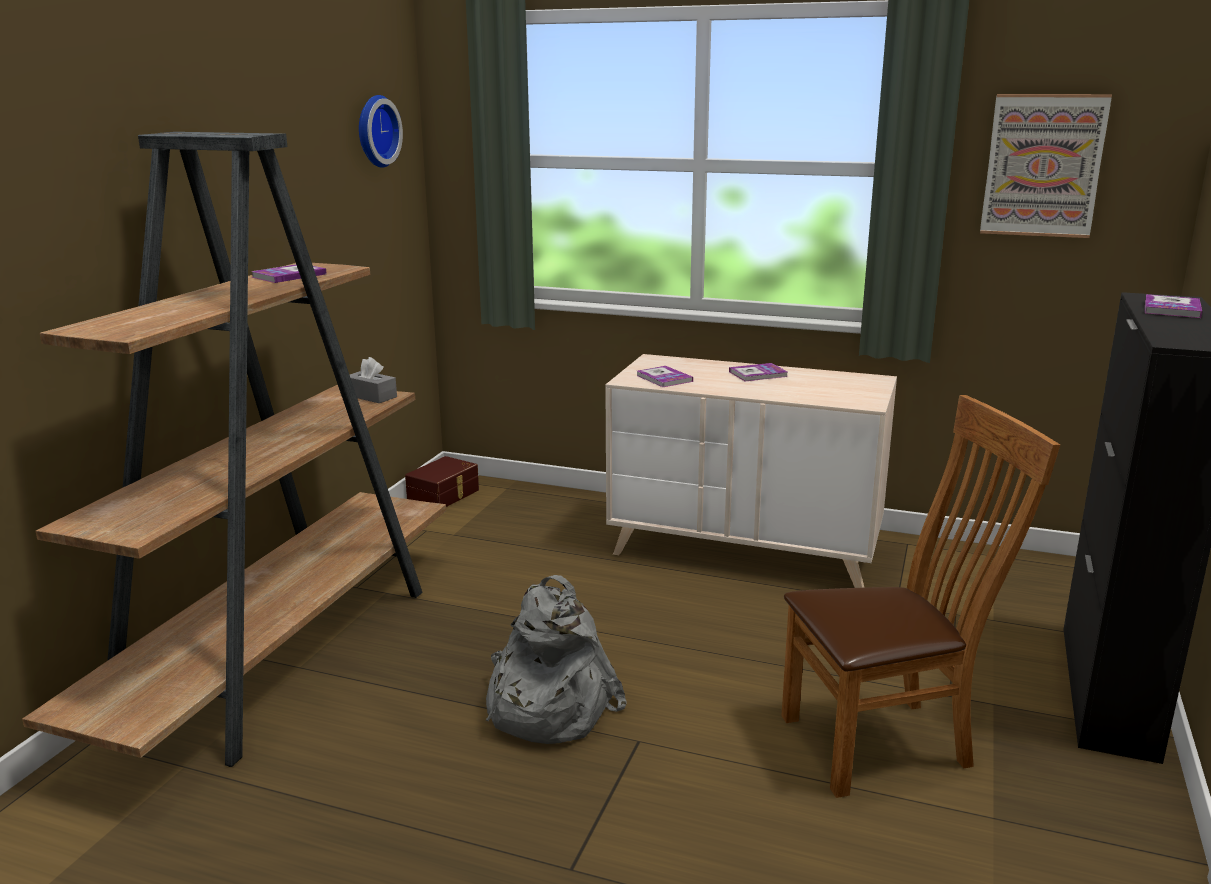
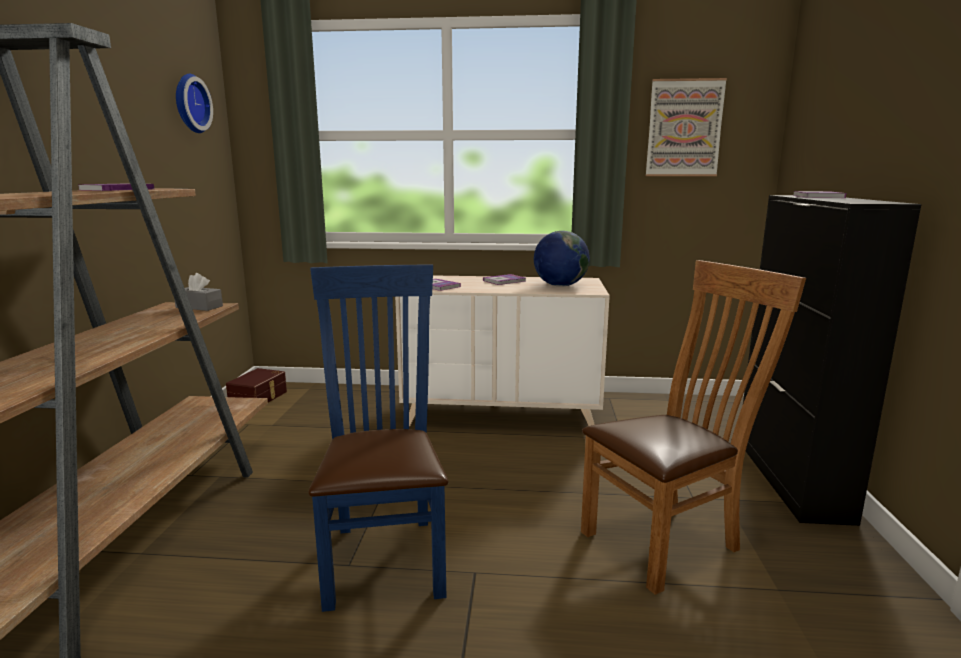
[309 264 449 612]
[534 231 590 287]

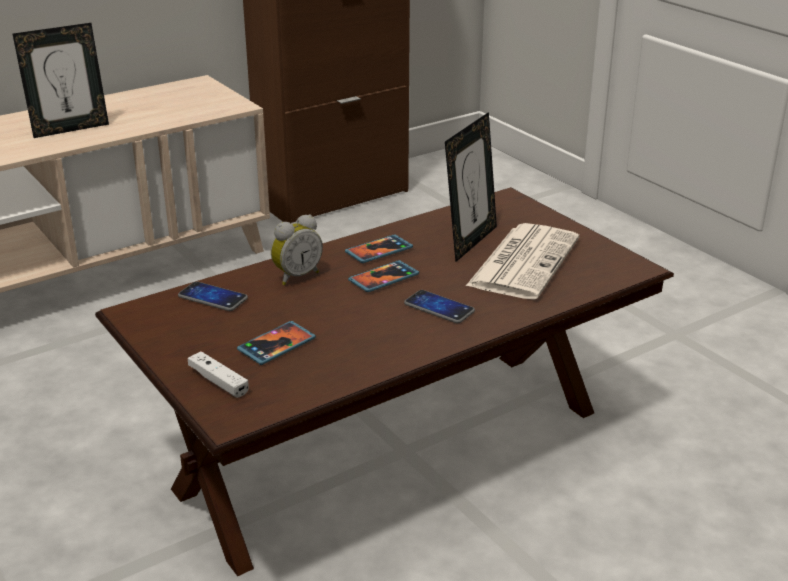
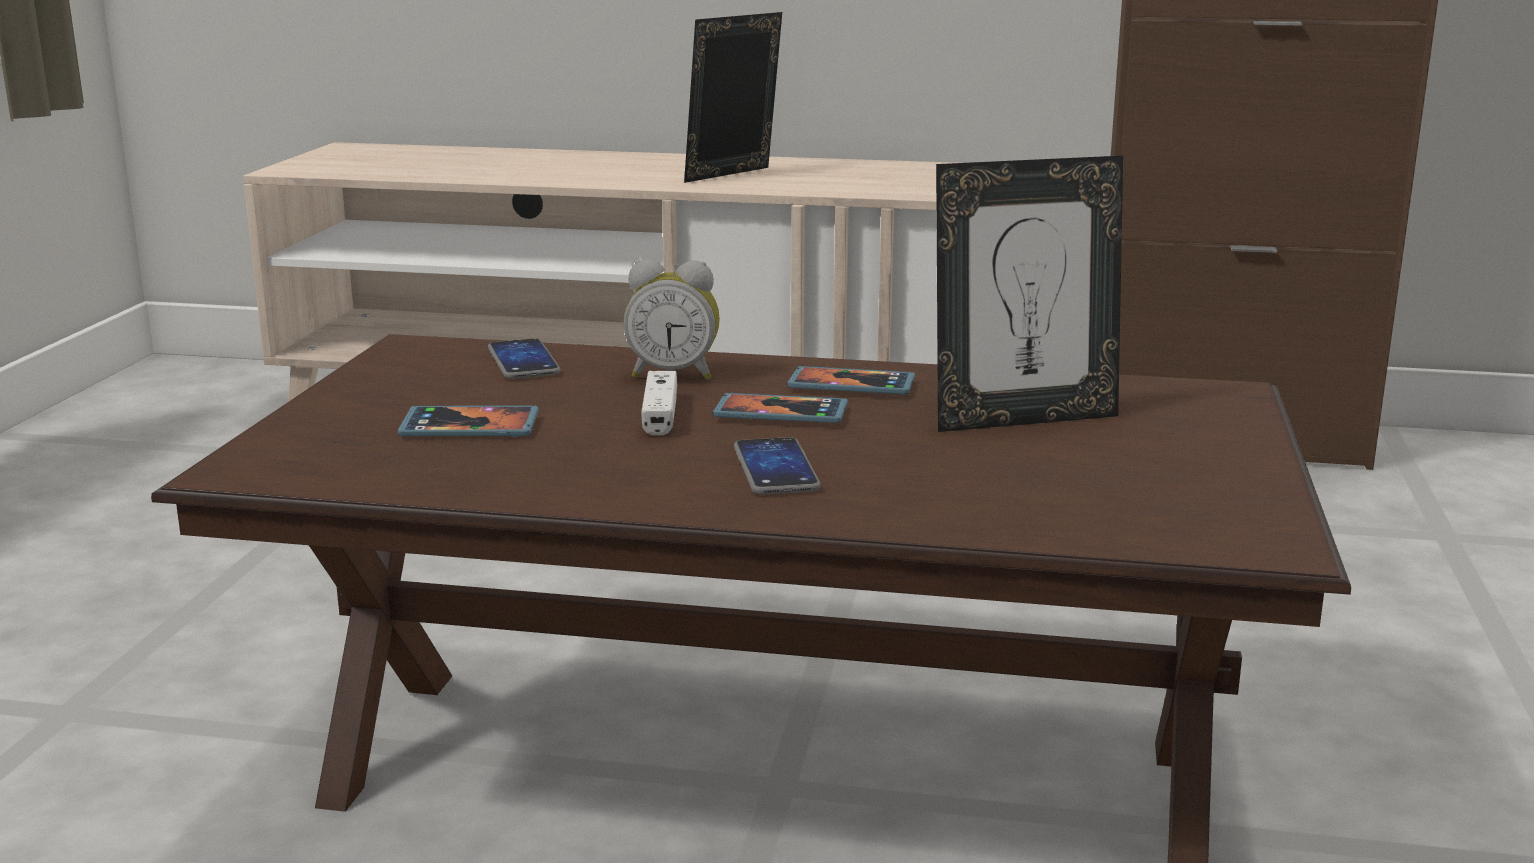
[641 371 677 435]
[684 12 782 183]
[466 223 579 300] (first image)

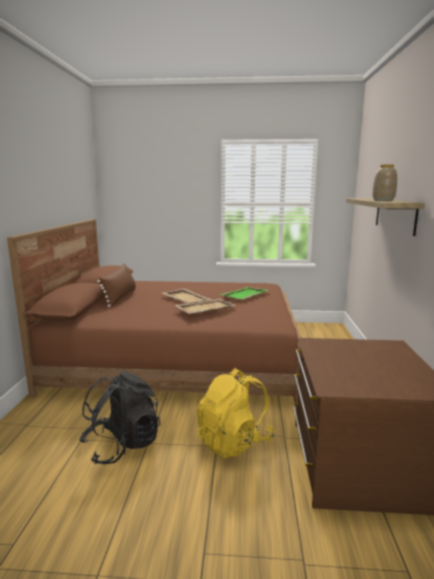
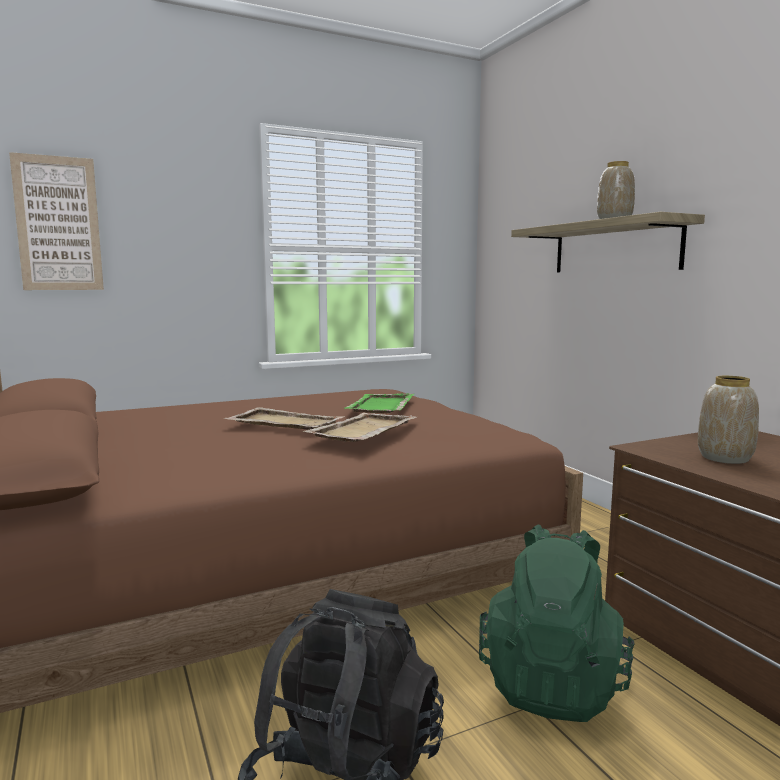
[9 152 104 290]
[479 525 635 722]
[698 376 759 464]
[97 263 136 307] (first image)

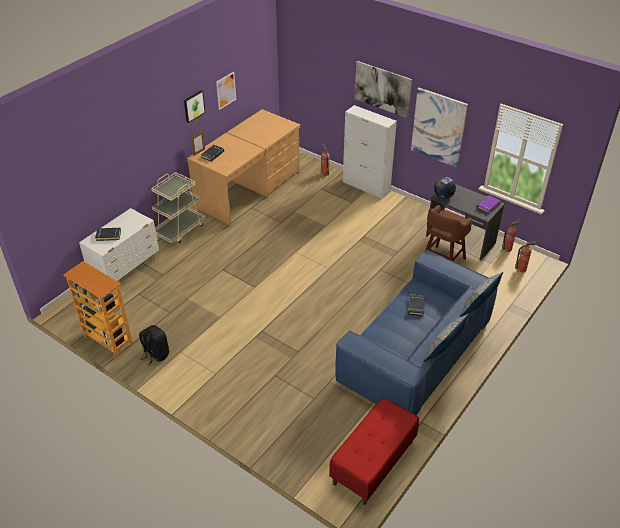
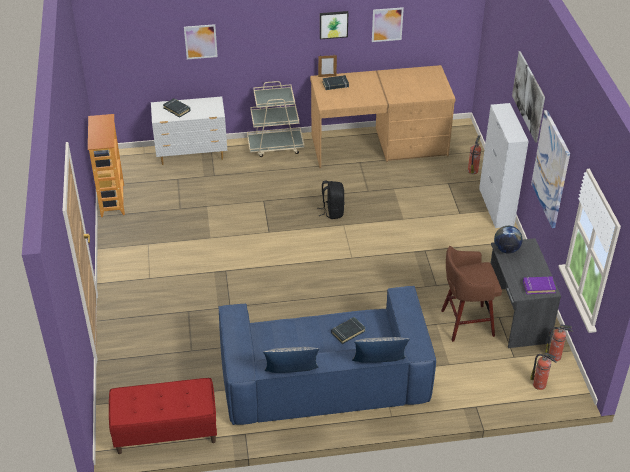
[184 24 218 59]
[318 181 344 219]

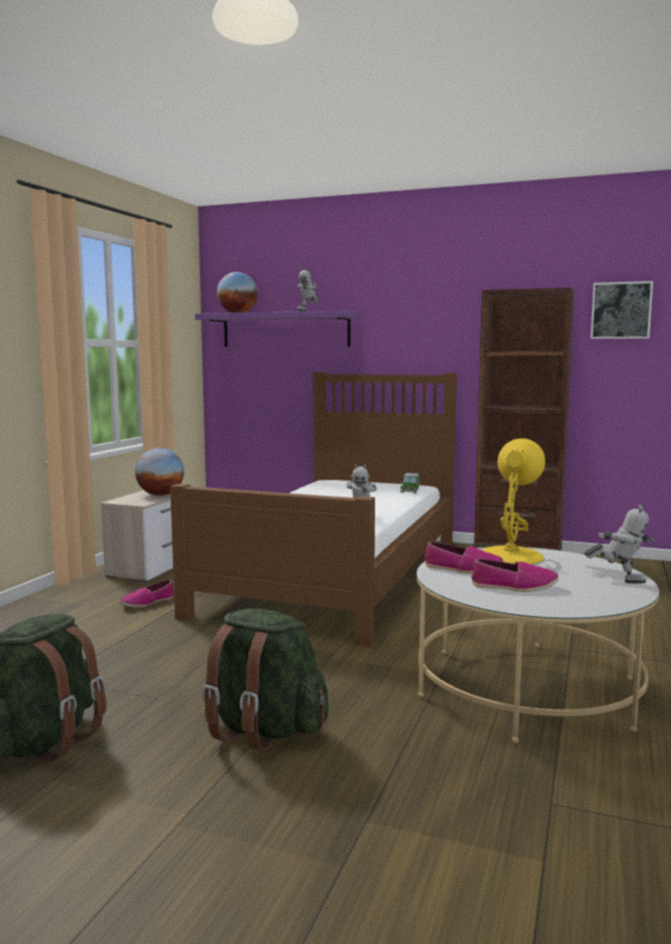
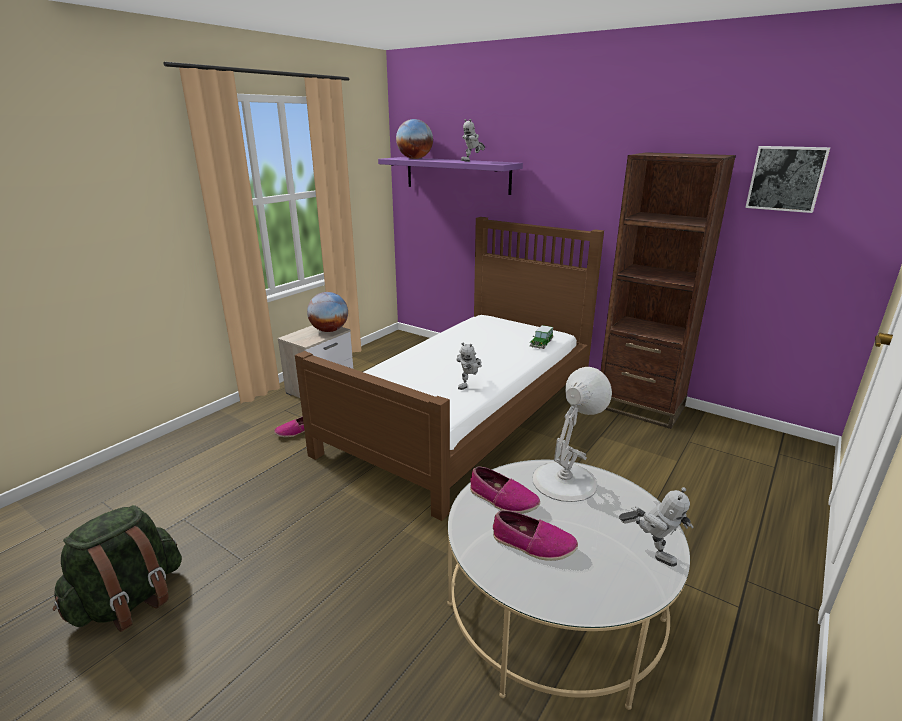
[532 367 612 502]
[202 609 329 751] (first image)

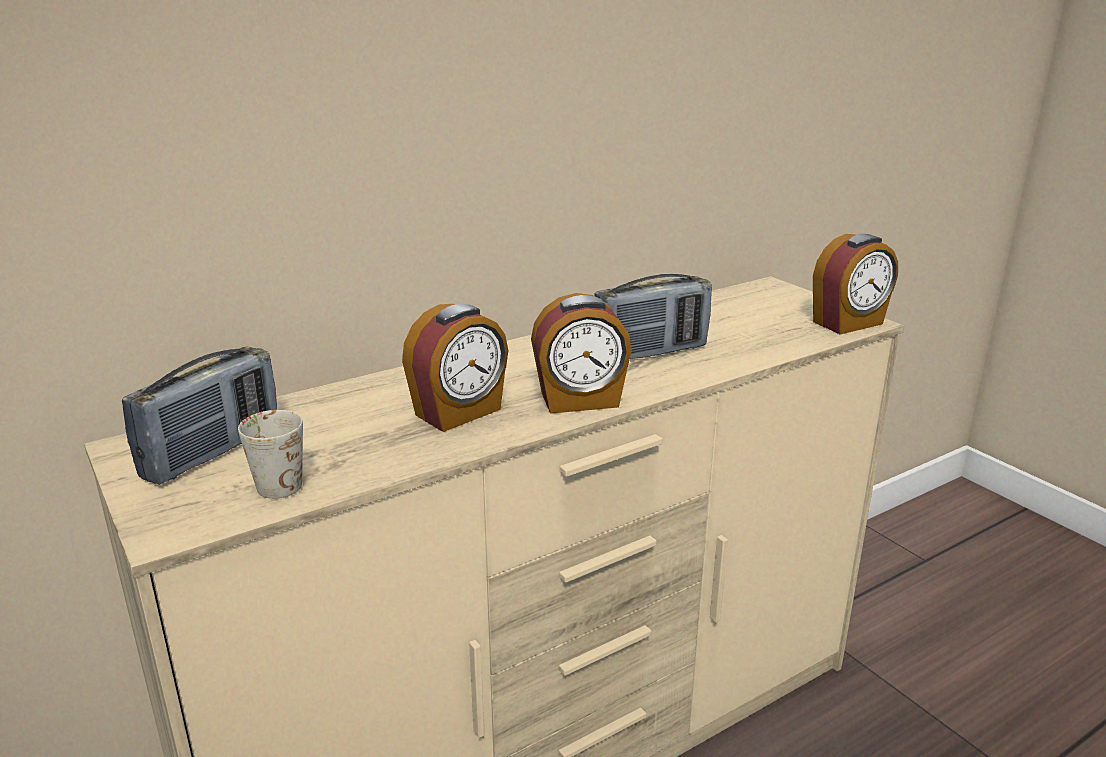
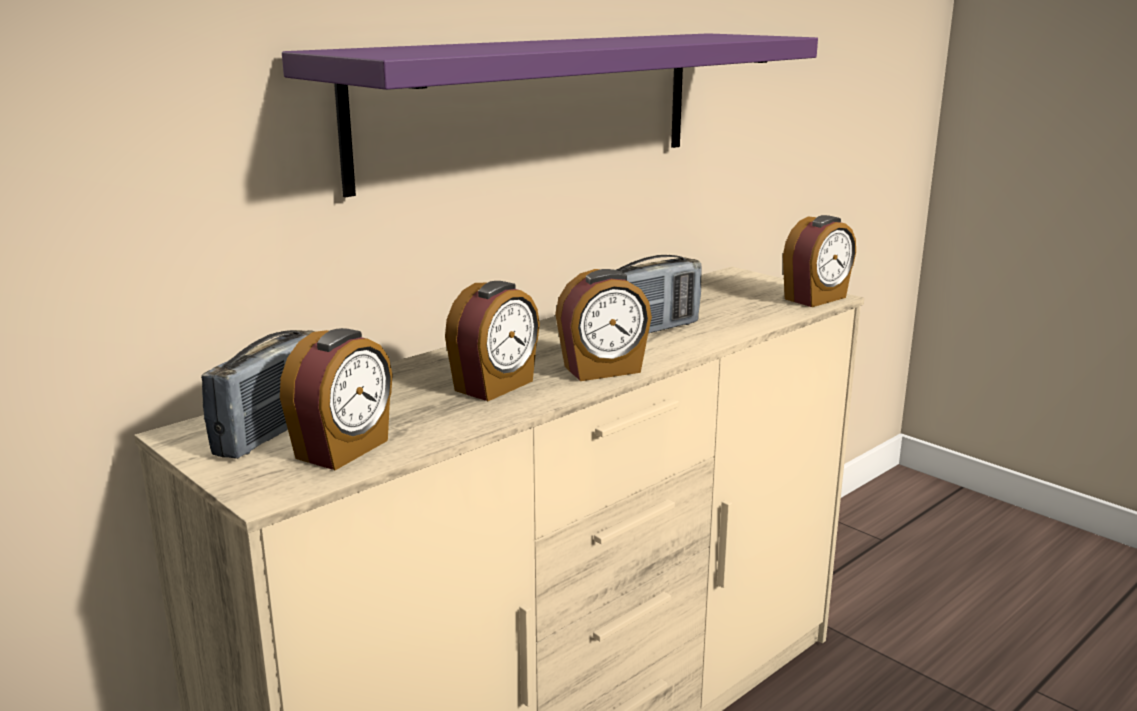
[280 328 393 470]
[282 33 818 197]

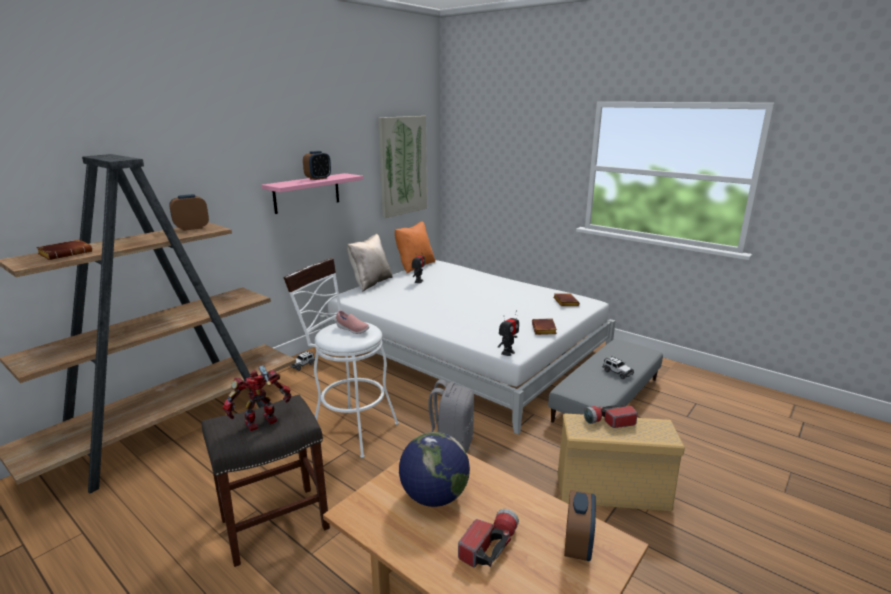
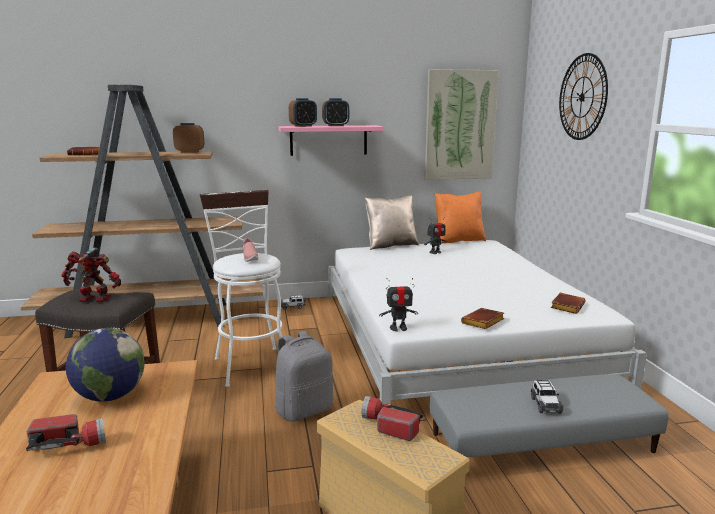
[289 98 317 127]
[559 53 608 140]

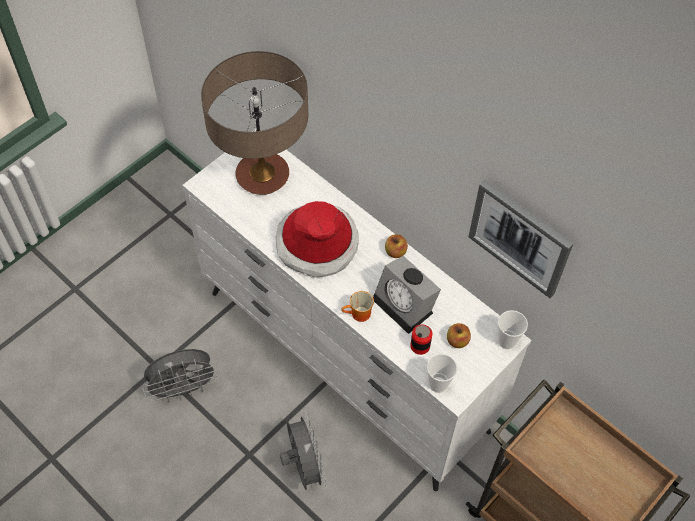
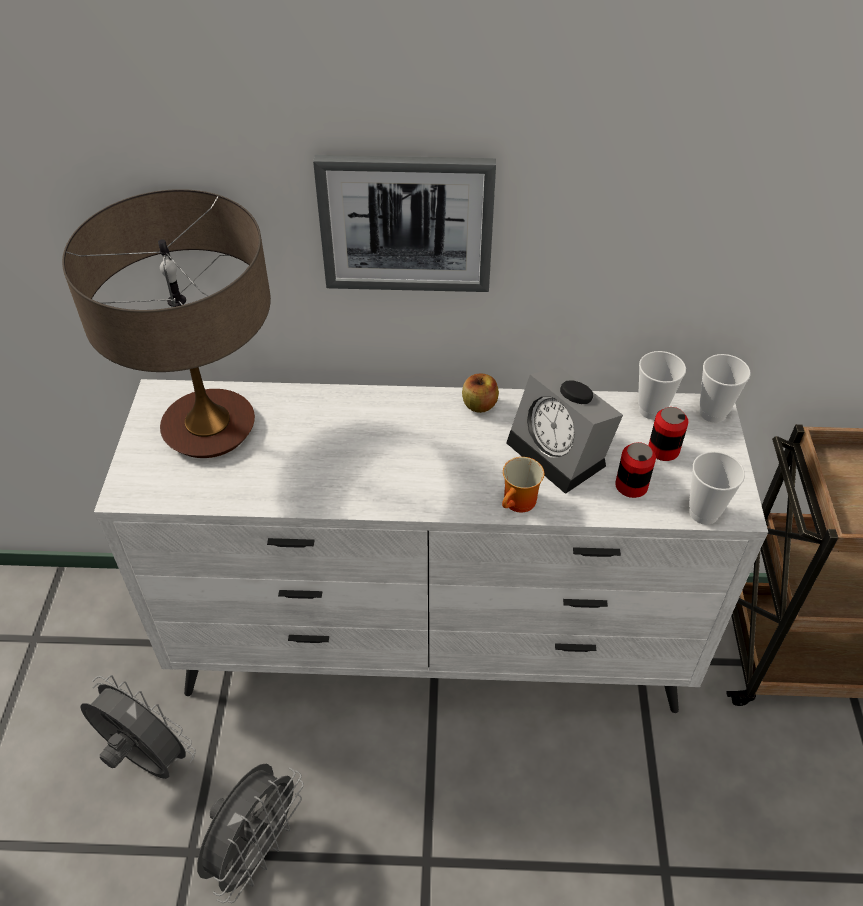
[80 675 196 779]
[313 155 496 292]
[506 367 623 494]
[638 351 686 420]
[648 407 689 461]
[276 201 359 278] (first image)

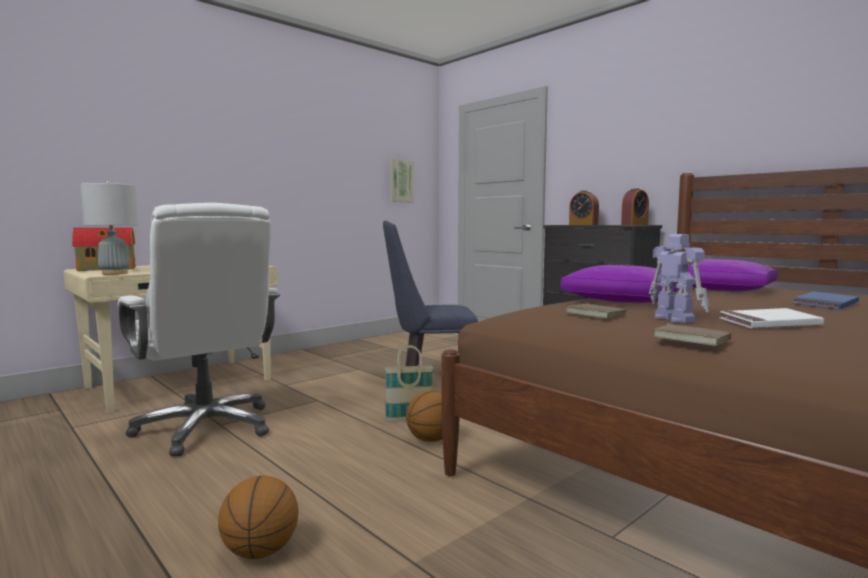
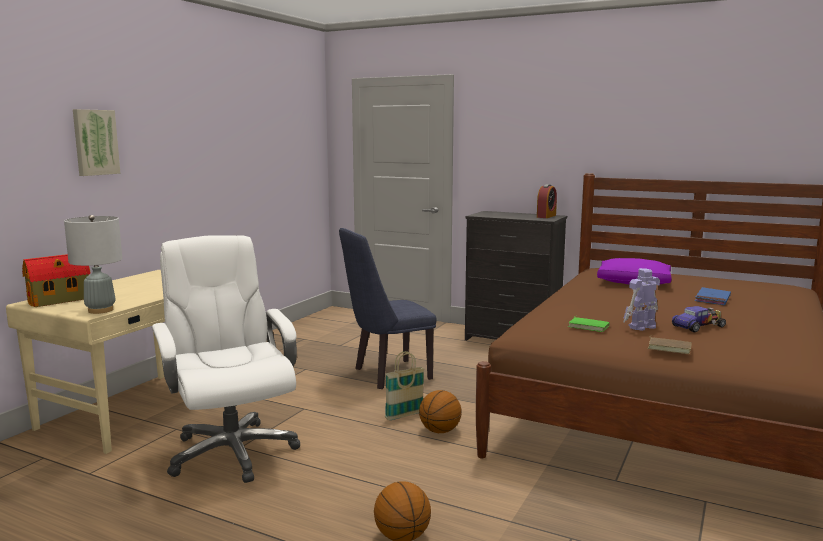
[73 109 120 176]
[152 235 300 483]
[568 316 610 332]
[623 268 660 331]
[672 306 726 332]
[560 265 679 303] (first image)
[569 190 599 225] (first image)

